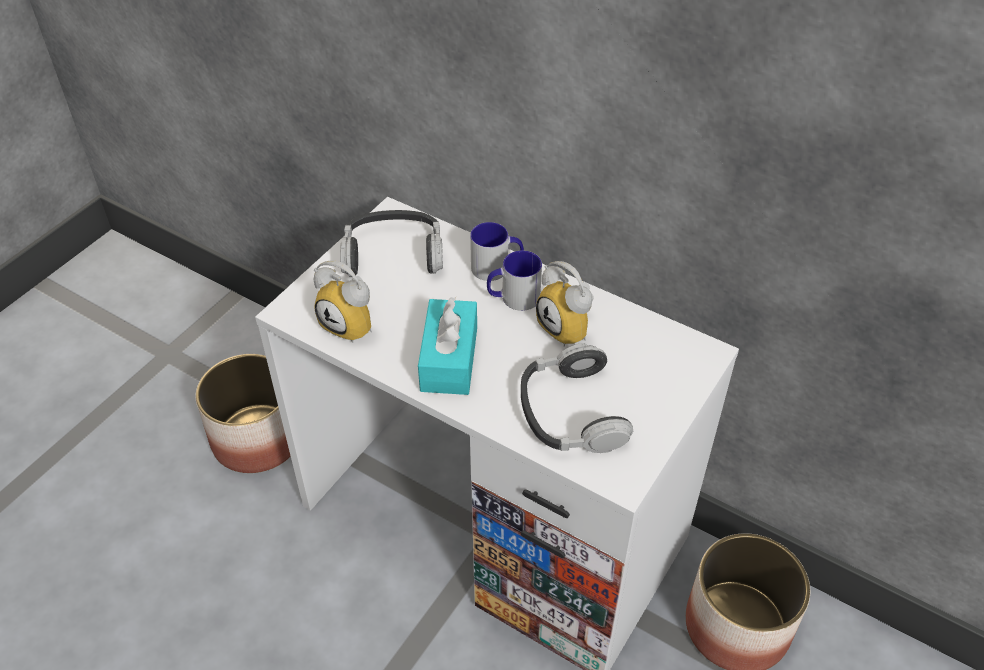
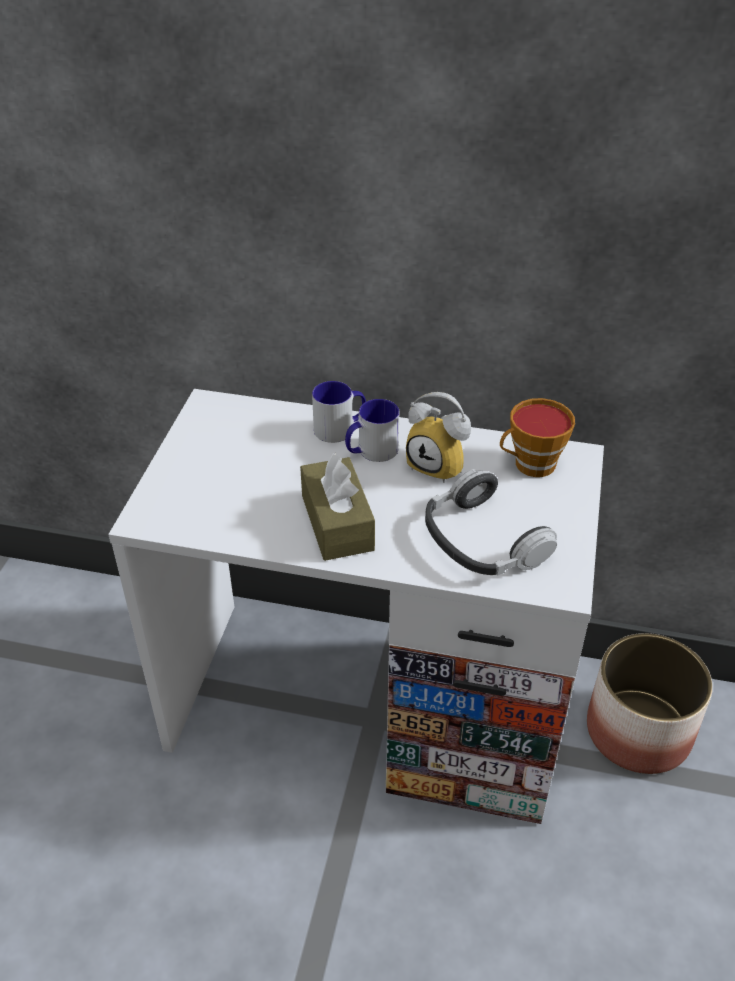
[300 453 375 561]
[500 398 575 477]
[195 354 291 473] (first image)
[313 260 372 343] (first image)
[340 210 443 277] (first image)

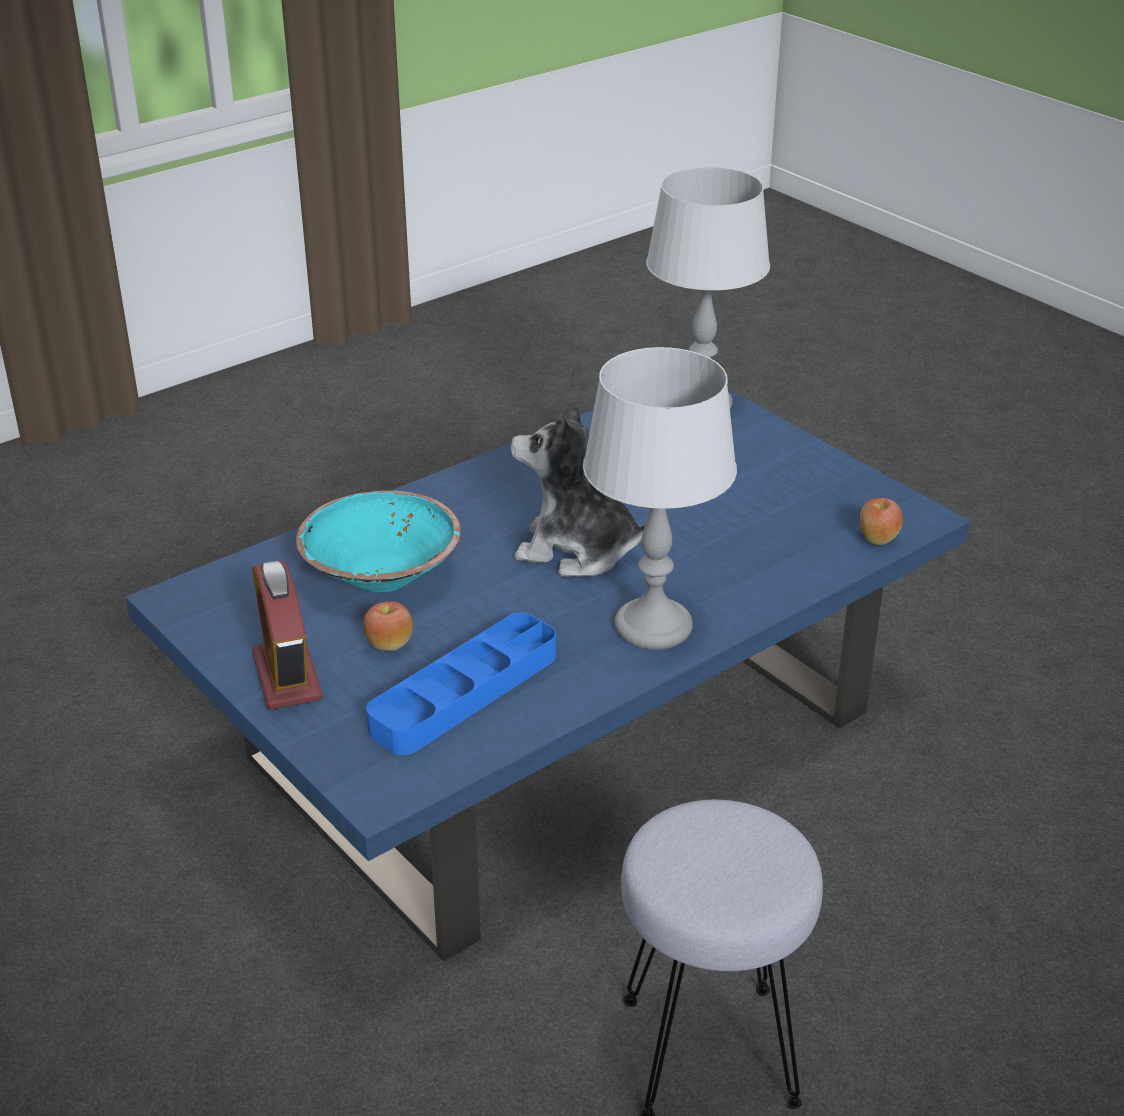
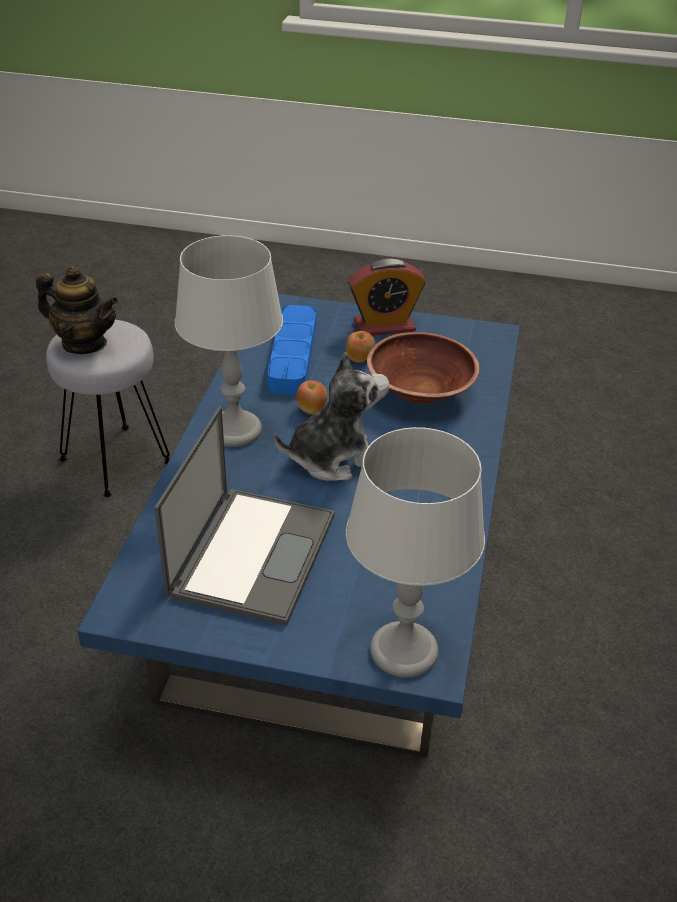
[36 266 119 354]
[154 406 335 626]
[297 380 327 414]
[348 259 426 336]
[367 332 480 404]

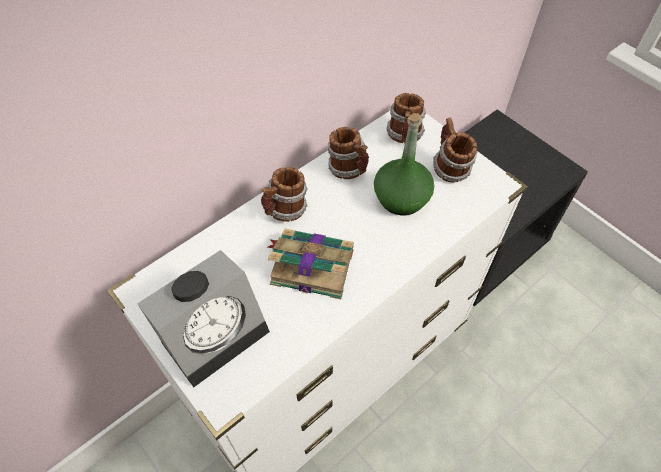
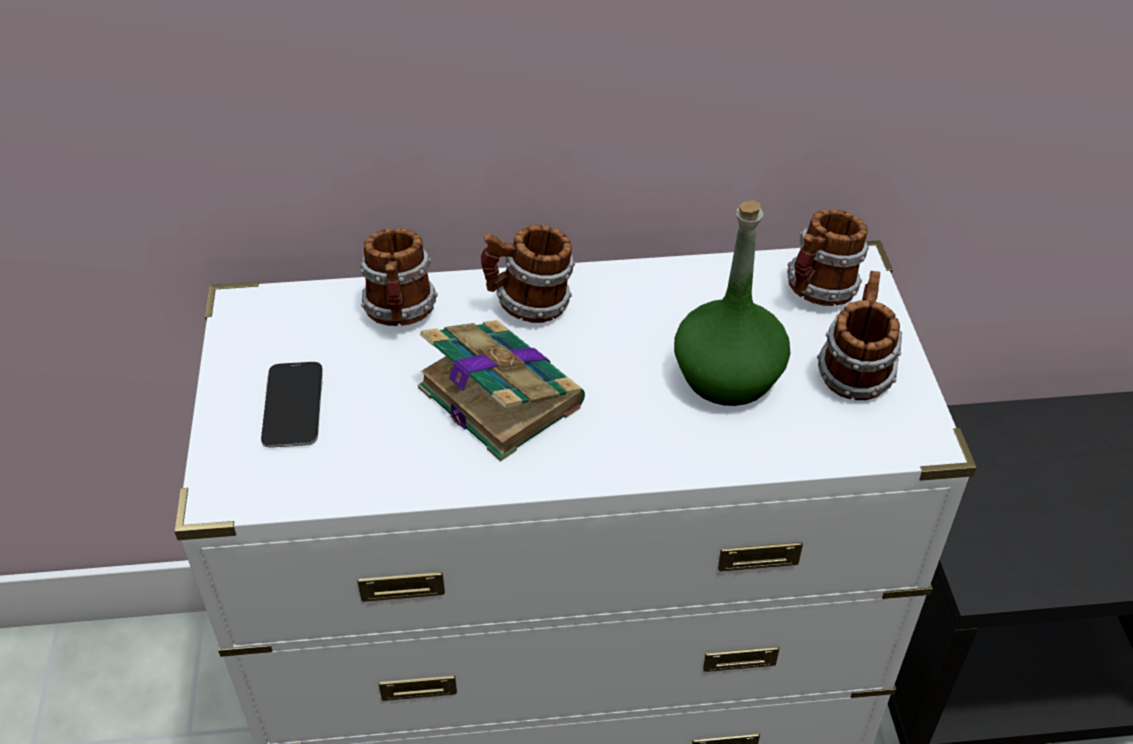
[261 362 323 447]
[361 228 438 326]

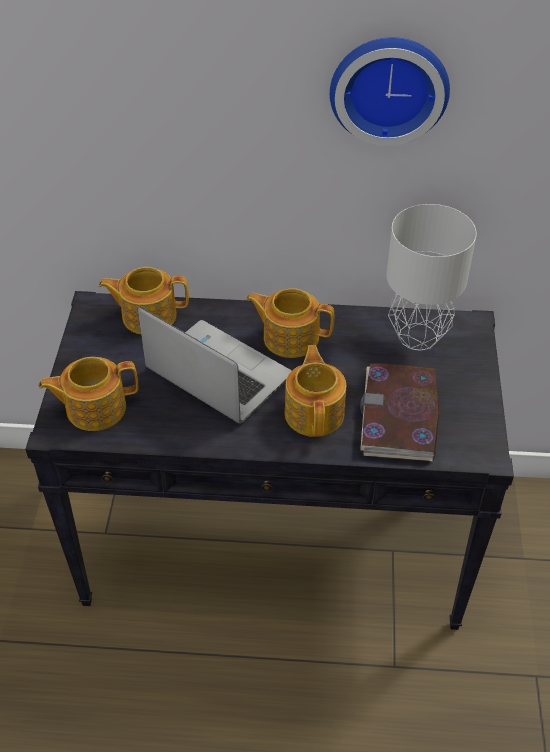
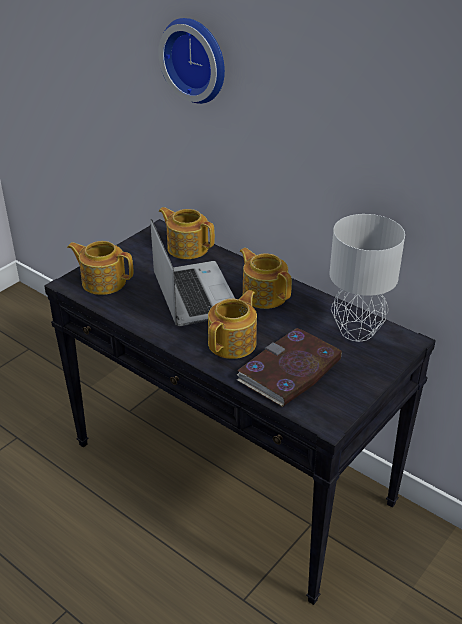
[158 18 225 104]

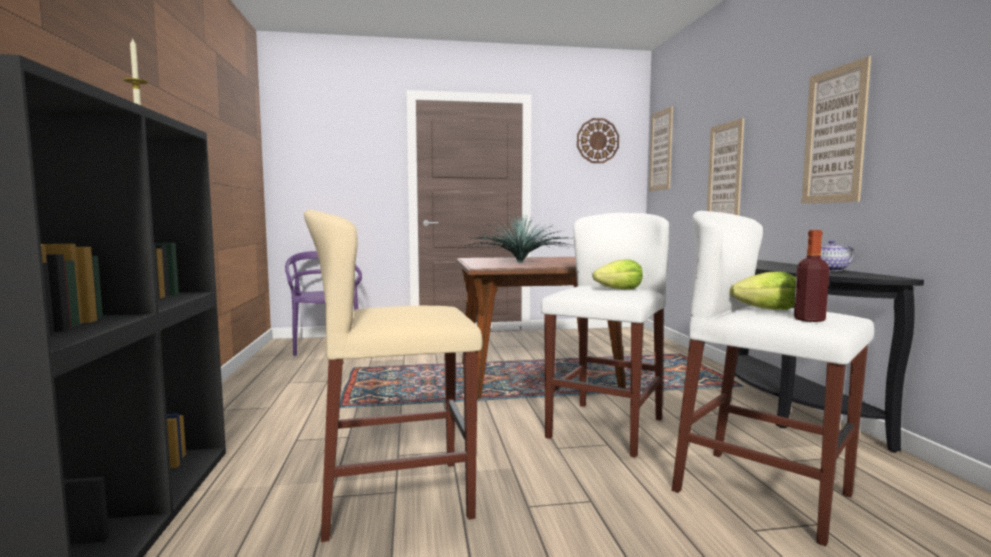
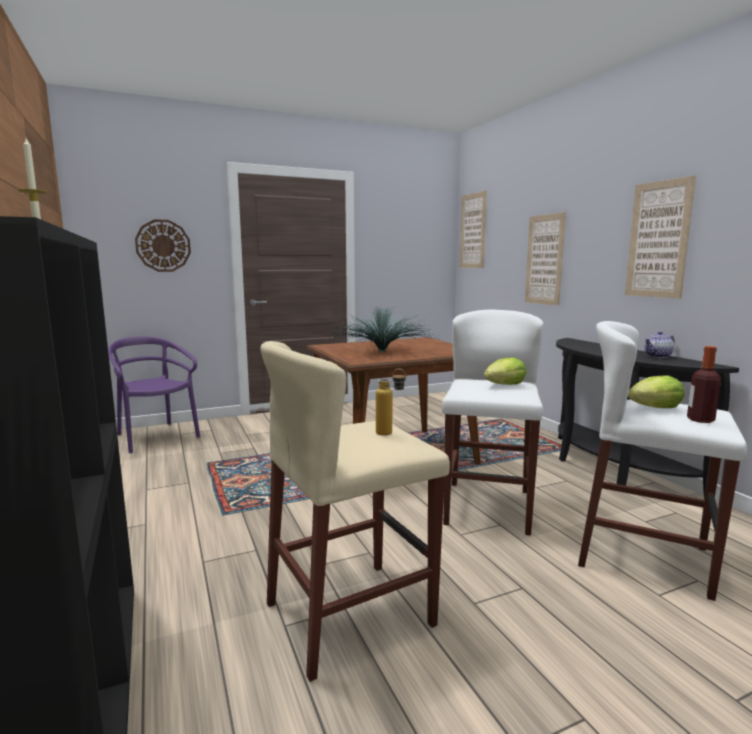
[135 219 191 272]
[376 369 406 436]

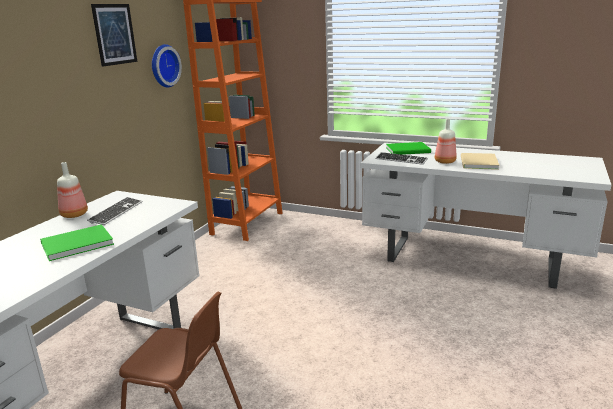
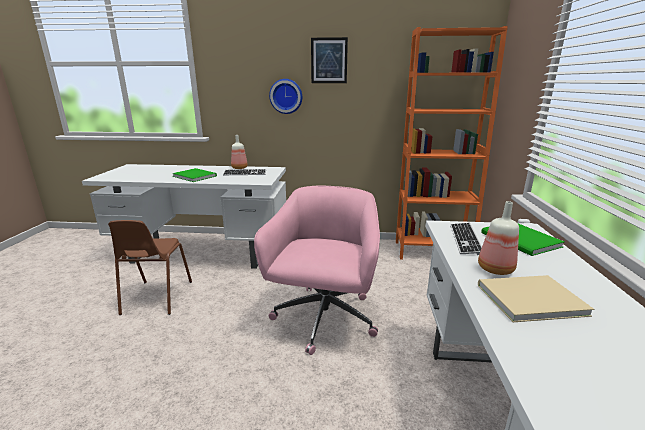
[254 186 380 355]
[269 79 302 114]

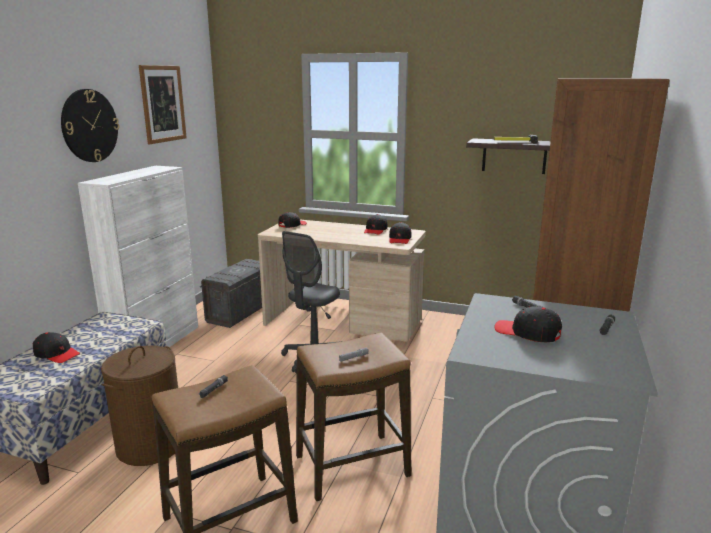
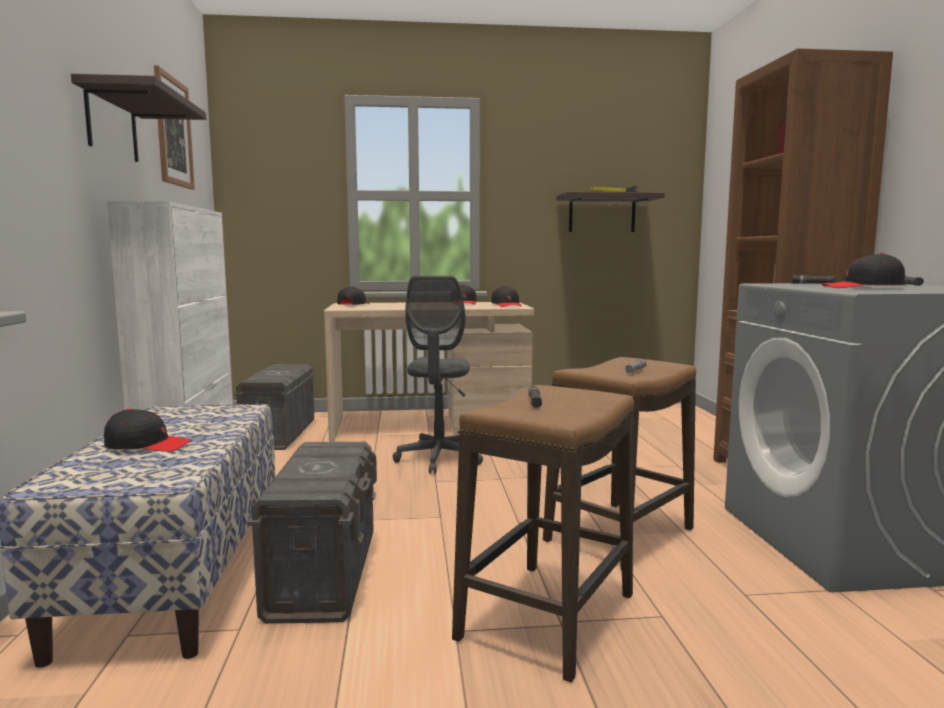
[71 74 206 162]
[247 442 377 624]

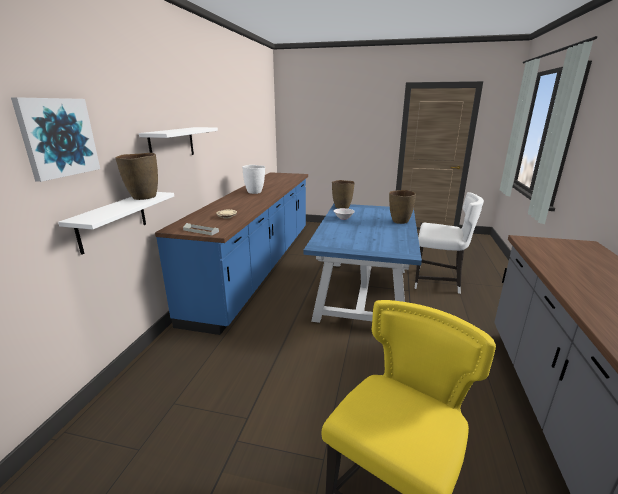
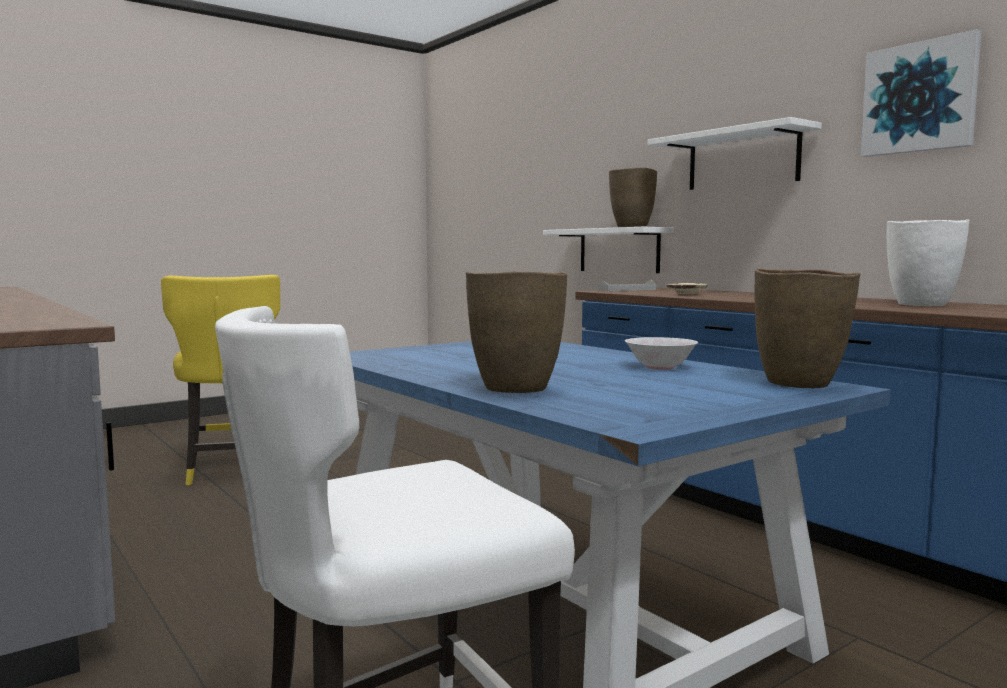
[861 29 981 157]

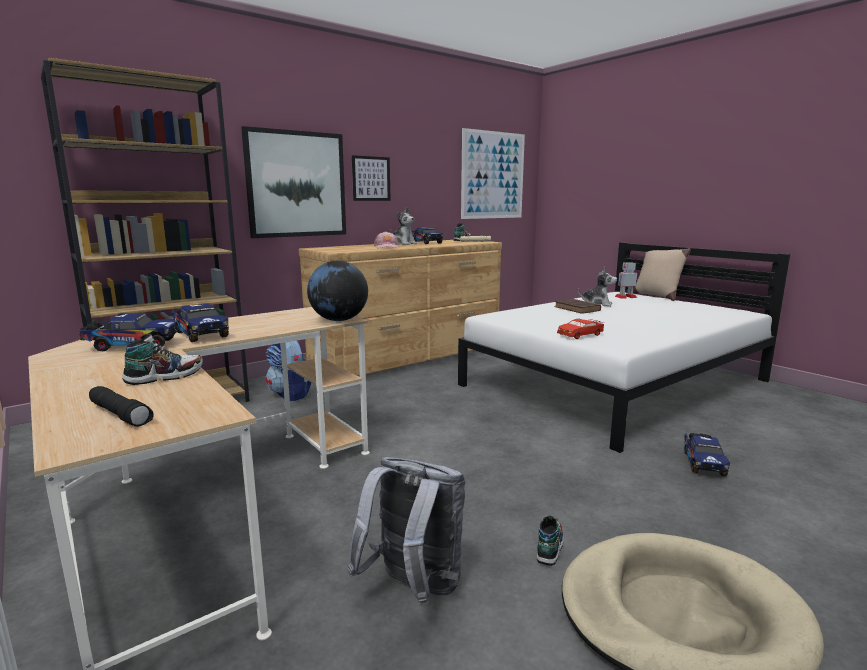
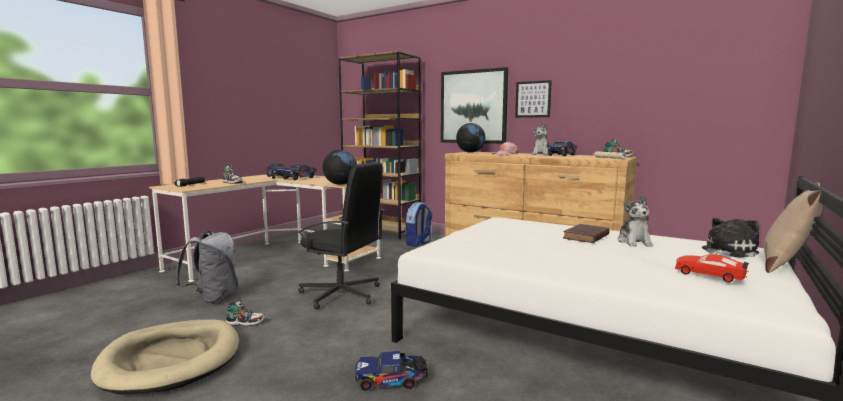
[298 162 384 310]
[456 123 486 153]
[675 254 749 282]
[702 218 759 257]
[461 128 525 219] (first image)

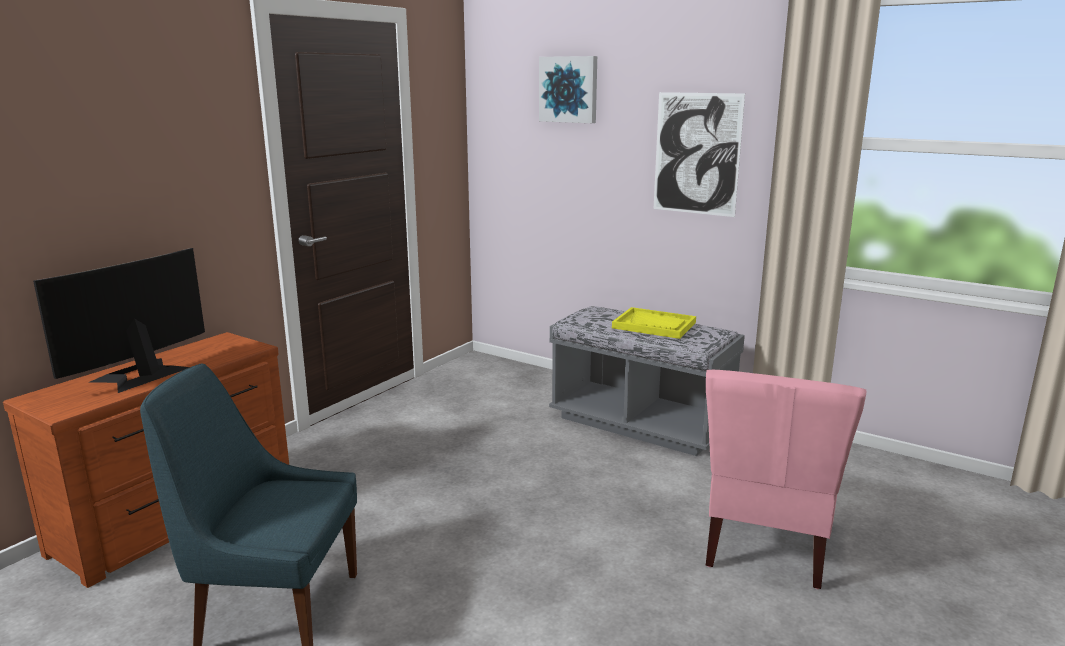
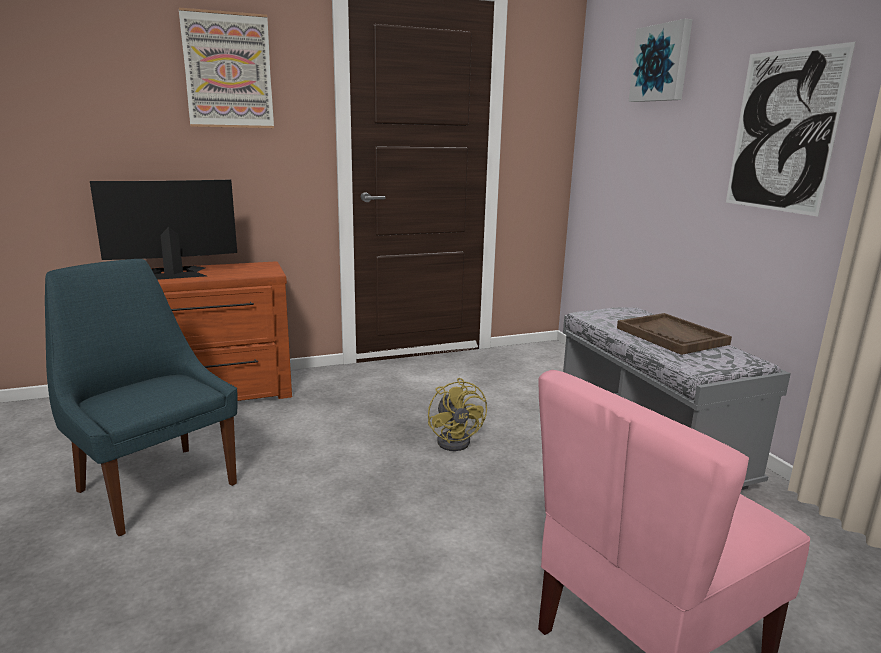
[179 7 274 128]
[428 378 487 451]
[617 313 732 355]

